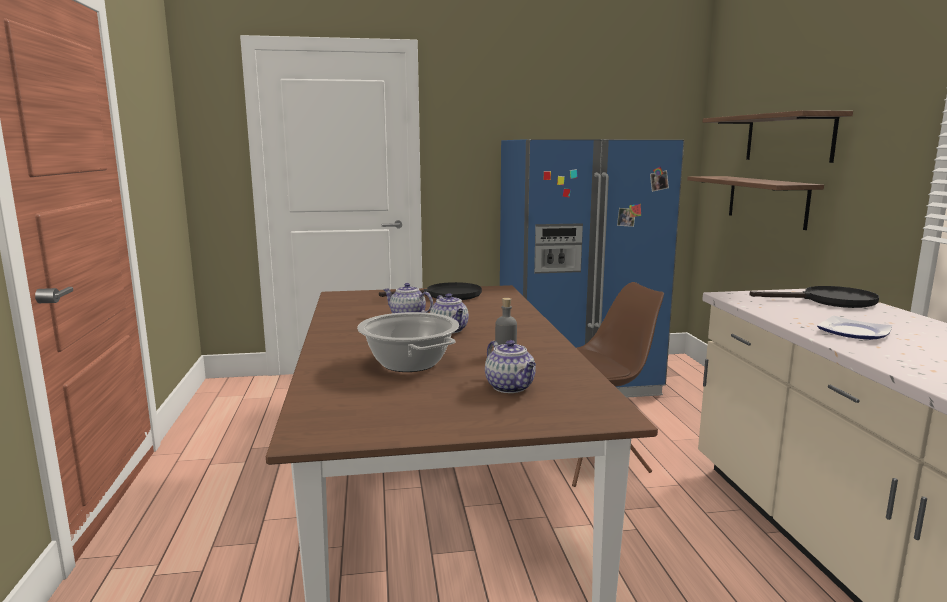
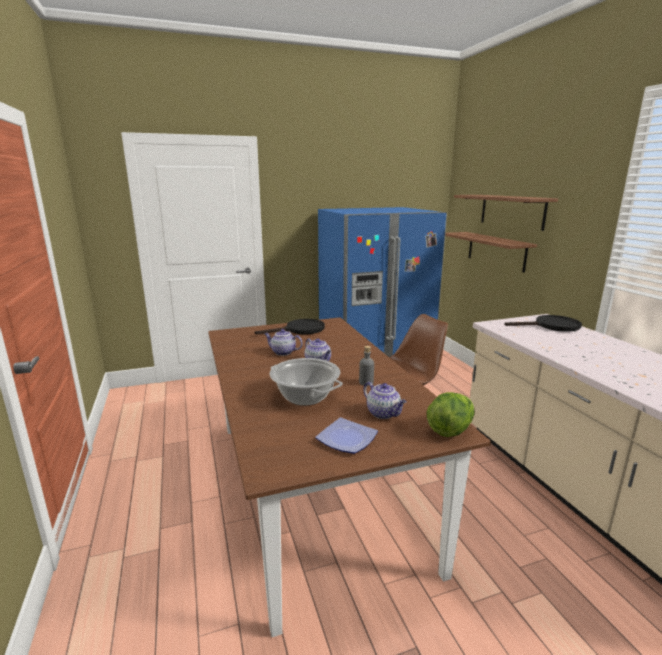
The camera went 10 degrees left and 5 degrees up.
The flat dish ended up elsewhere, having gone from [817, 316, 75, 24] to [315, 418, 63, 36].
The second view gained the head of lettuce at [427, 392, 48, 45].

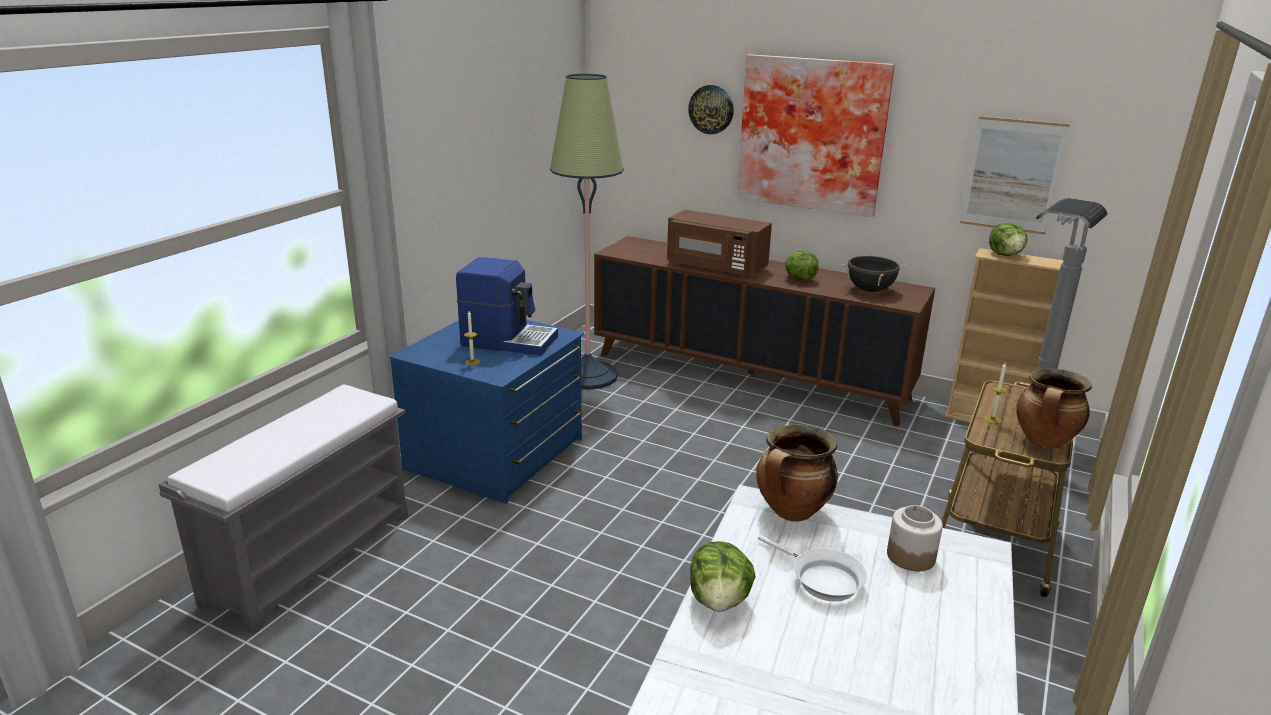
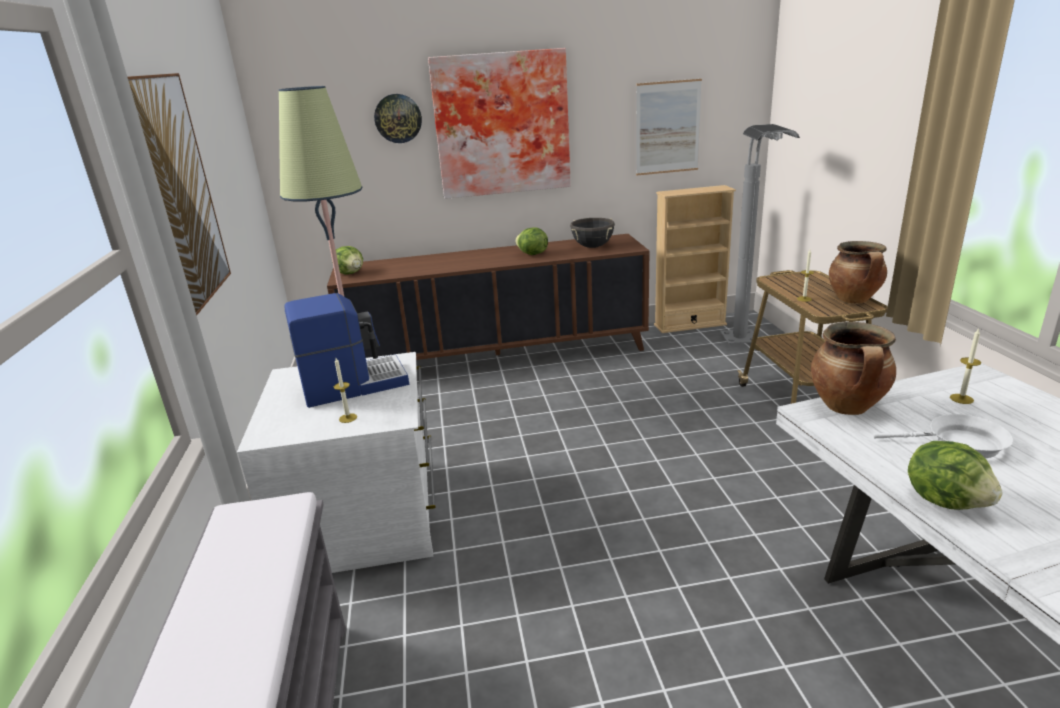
The camera went 35 degrees left and 0 degrees up.
What was the chest of drawers/blue at [389, 320, 195, 184] turned into the chest of drawers/whitish at [237, 352, 199, 221].
The second view lost the microwave oven/brown-coloured at [667, 210, 105, 67].
Where the jar stood at [887, 505, 56, 66], the candle came to stand at [950, 328, 31, 76].
The head of lettuce ended up elsewhere, having gone from [989, 223, 38, 33] to [332, 246, 31, 29].
The second view gained the wall art at [128, 73, 103, 242].

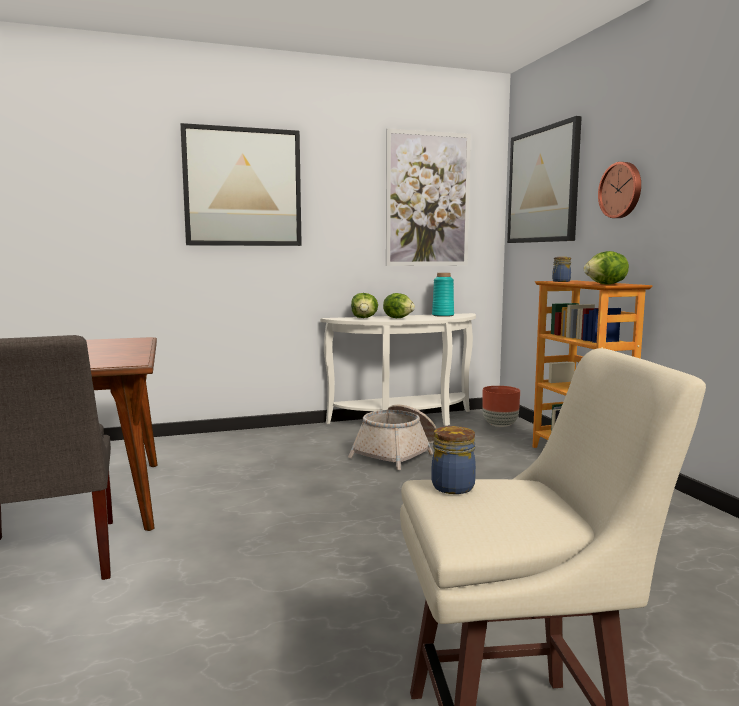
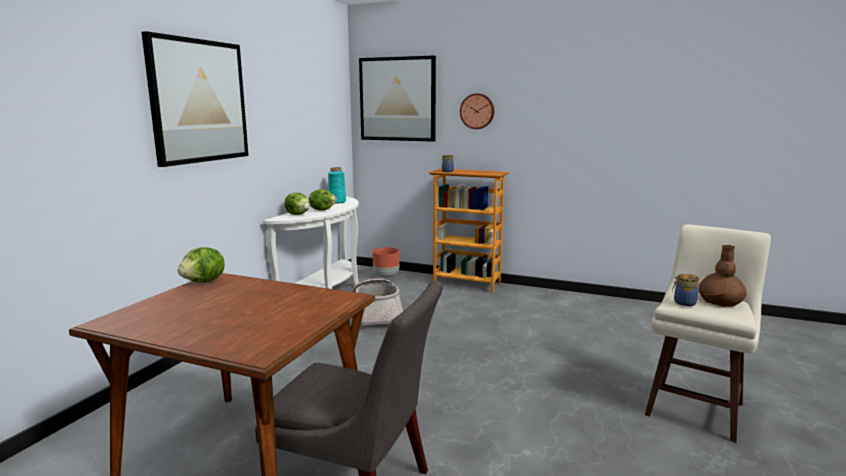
The camera went 50 degrees left and 5 degrees up.
The second view lost the wall art at [386, 128, 85, 138].
The head of lettuce ended up elsewhere, having gone from [584, 251, 45, 34] to [177, 247, 48, 36].
The second view gained the decorative vase/brown-coloured at [699, 245, 47, 62].

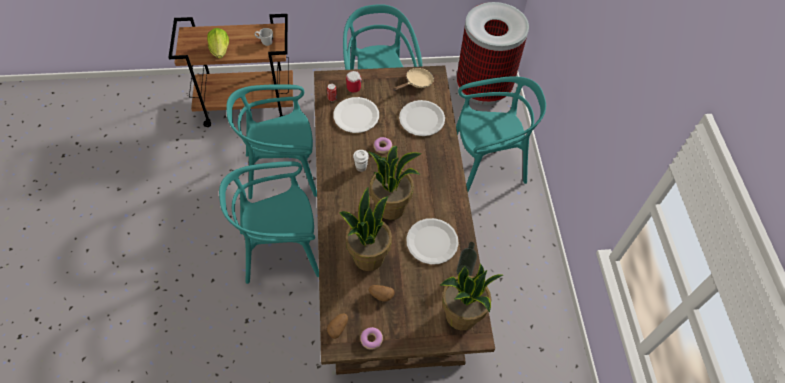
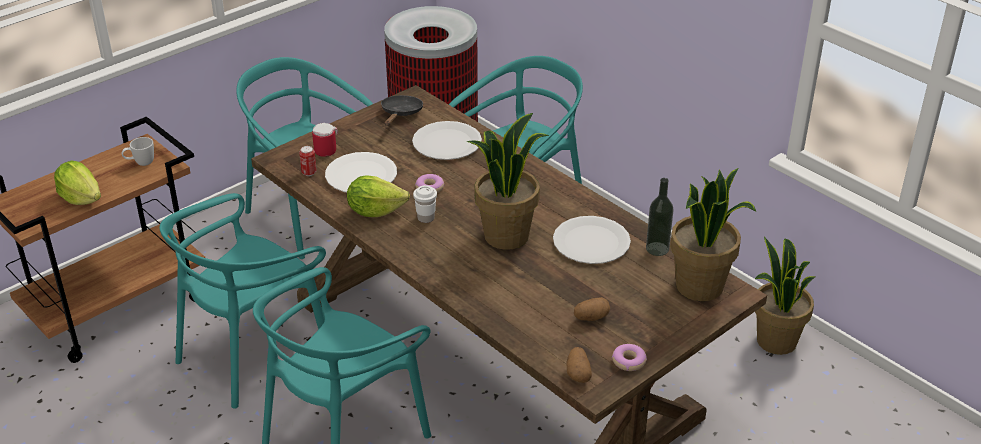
The camera went 35 degrees left and 20 degrees down.
The plant in a pot ended up elsewhere, having gone from [339, 187, 53, 84] to [755, 236, 60, 119].
What was the skillet/sand-coloured at [393, 68, 41, 23] turned into the skillet/black-coloured at [381, 95, 42, 31].
The second view gained the head of lettuce at [347, 175, 63, 42].

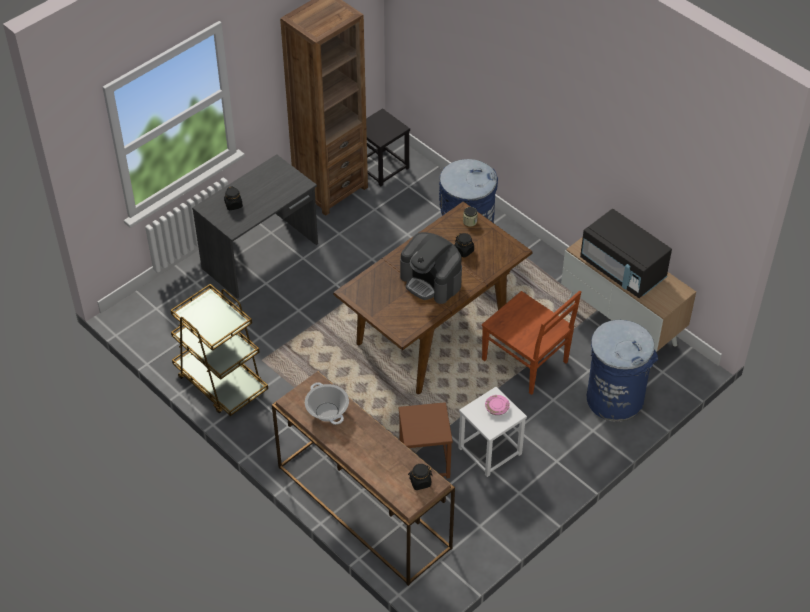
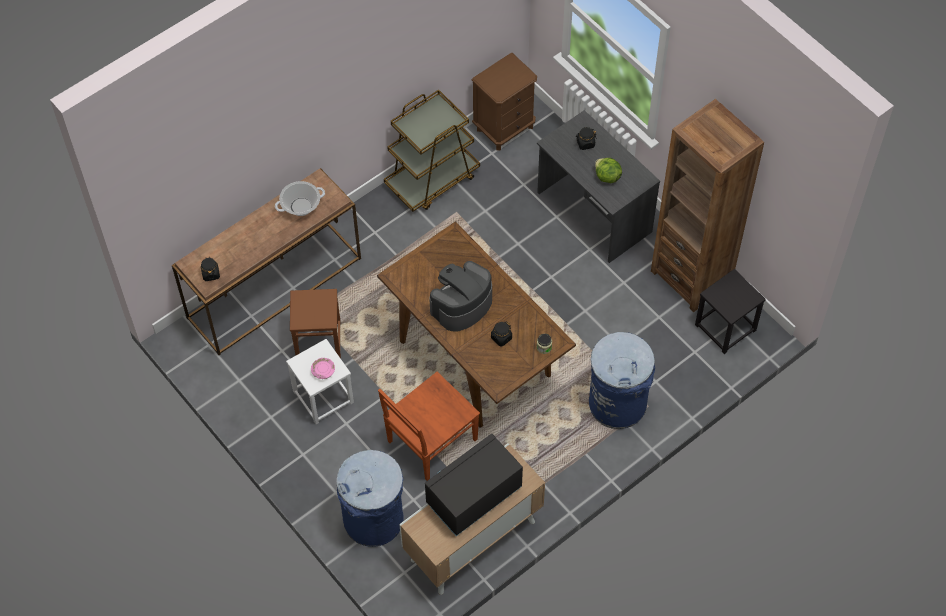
The camera went 95 degrees right and 10 degrees up.
The second view gained the night table/brown-coloured at [472, 52, 65, 99].
The second view gained the head of lettuce at [595, 158, 27, 25].

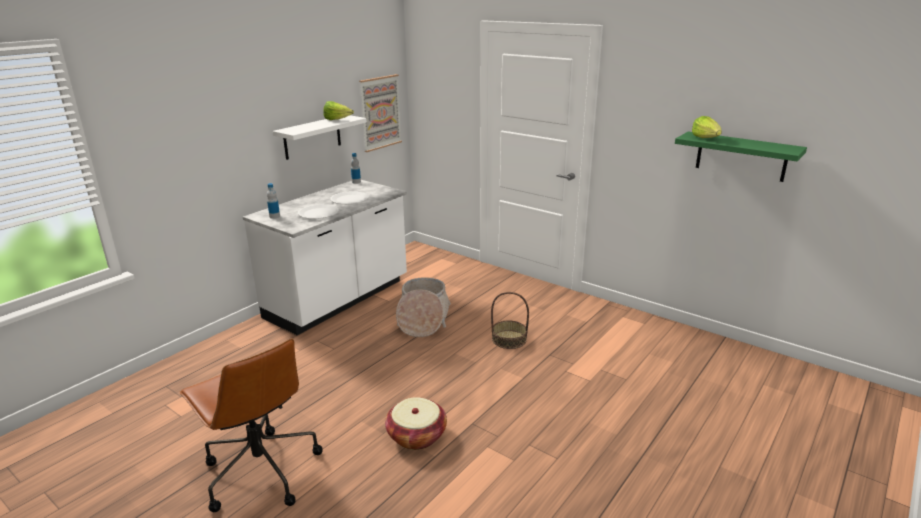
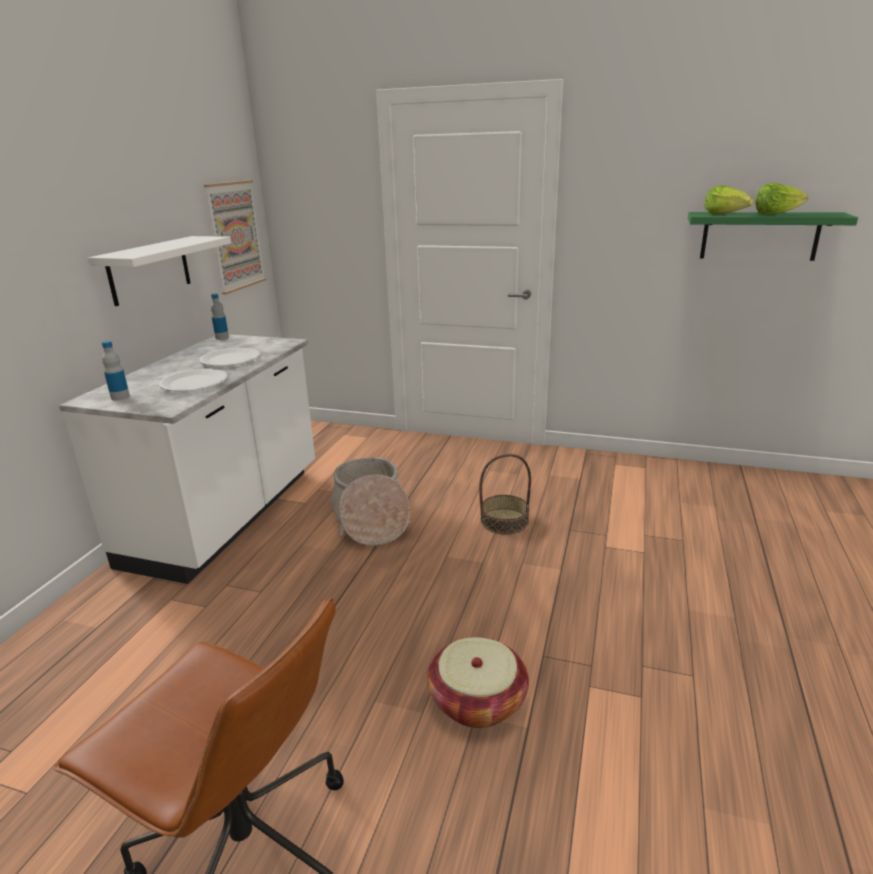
The camera went 20 degrees left and 0 degrees up.
The head of lettuce ended up elsewhere, having gone from [323, 101, 31, 19] to [755, 183, 53, 32].

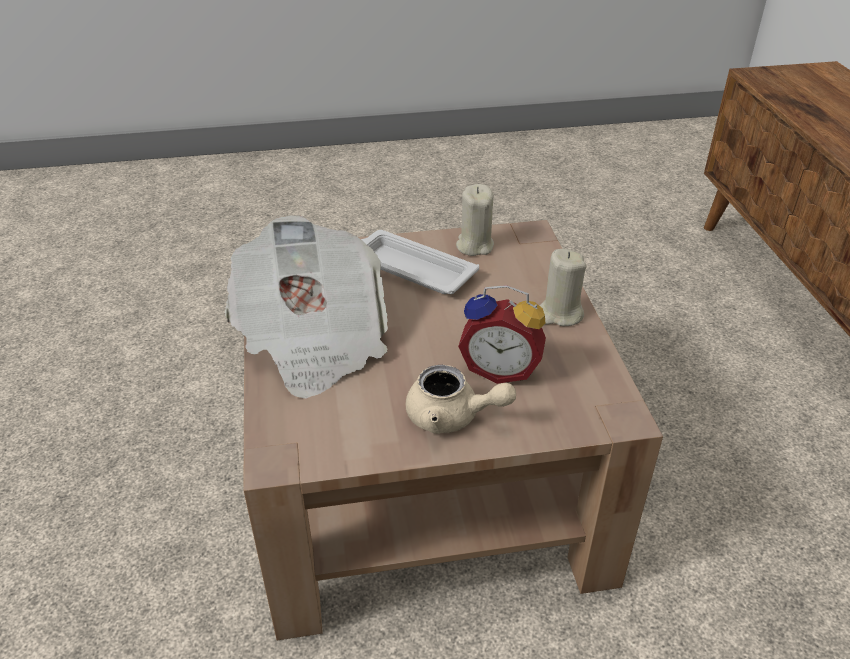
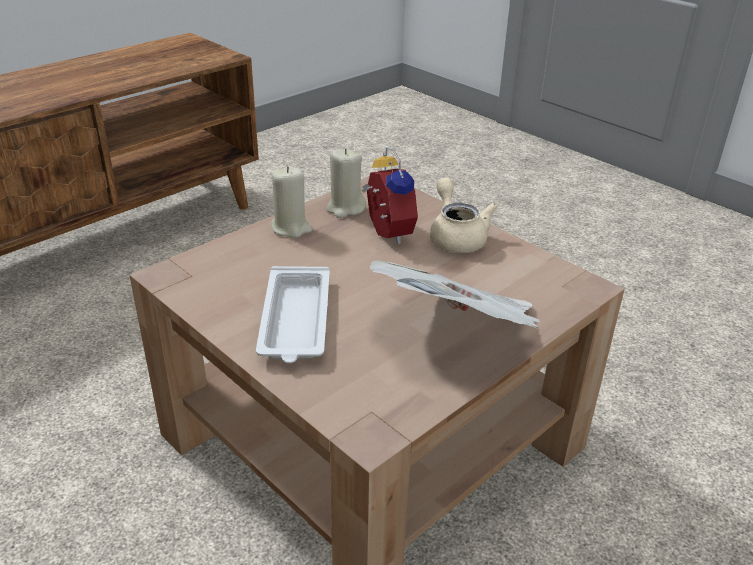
The camera went 125 degrees left and 5 degrees down.
The candle/sand-coloured ended up elsewhere, having gone from [456, 184, 38, 72] to [326, 148, 40, 70].

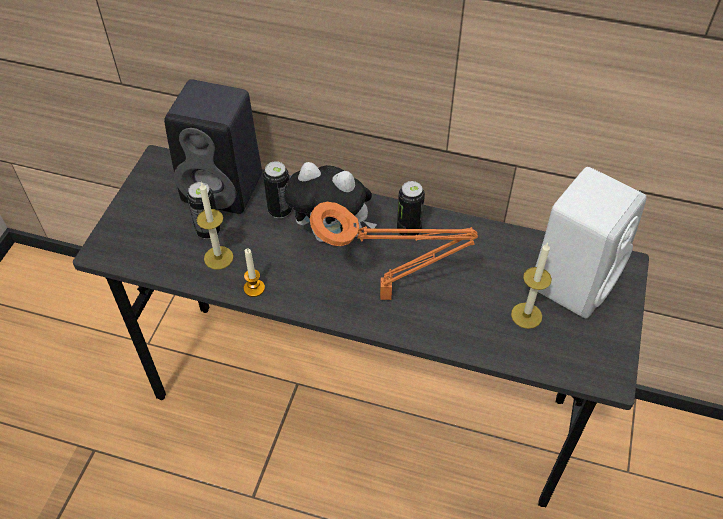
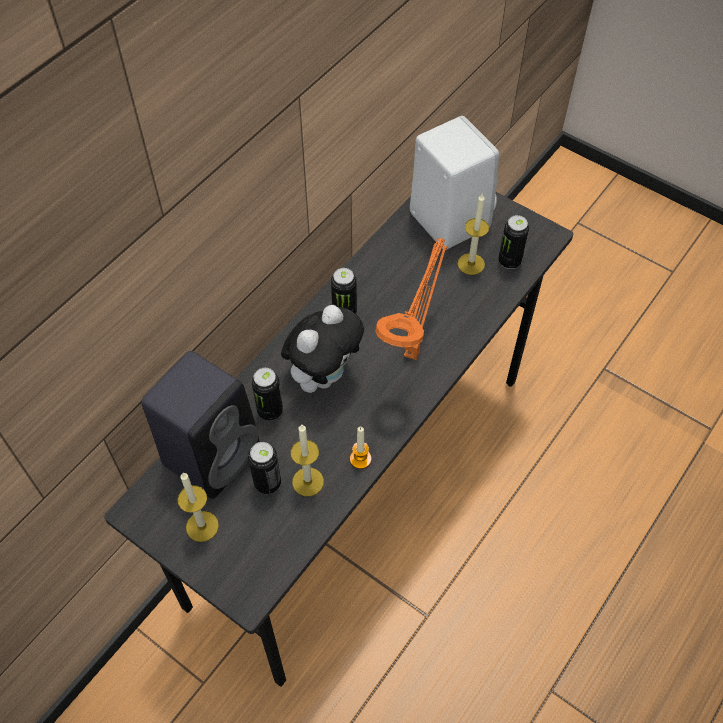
The camera went 70 degrees left and 5 degrees up.
The second view gained the candle at [178, 472, 41, 70].
The second view gained the sealed can at [498, 215, 31, 54].

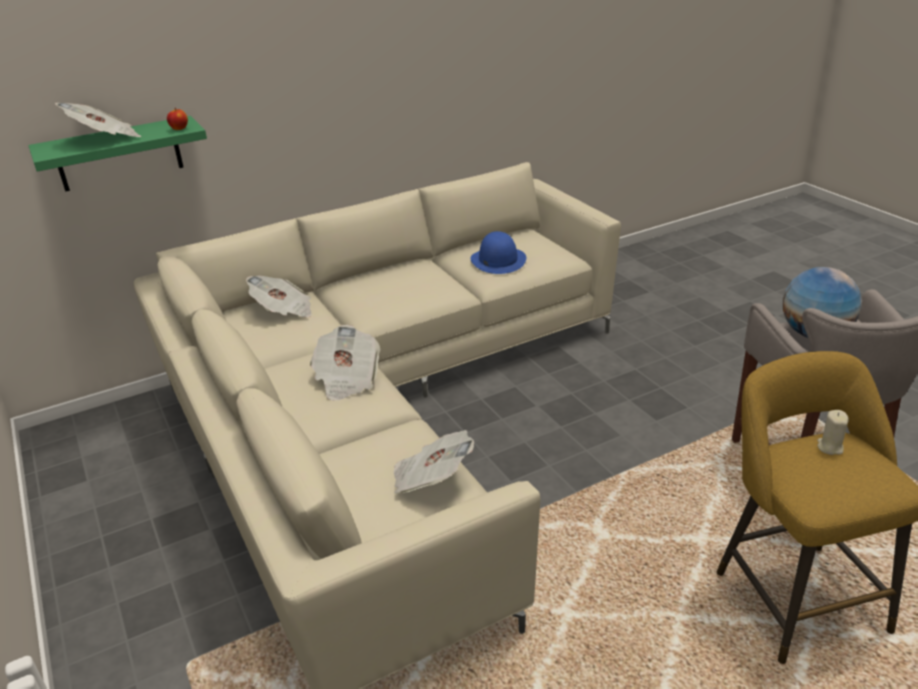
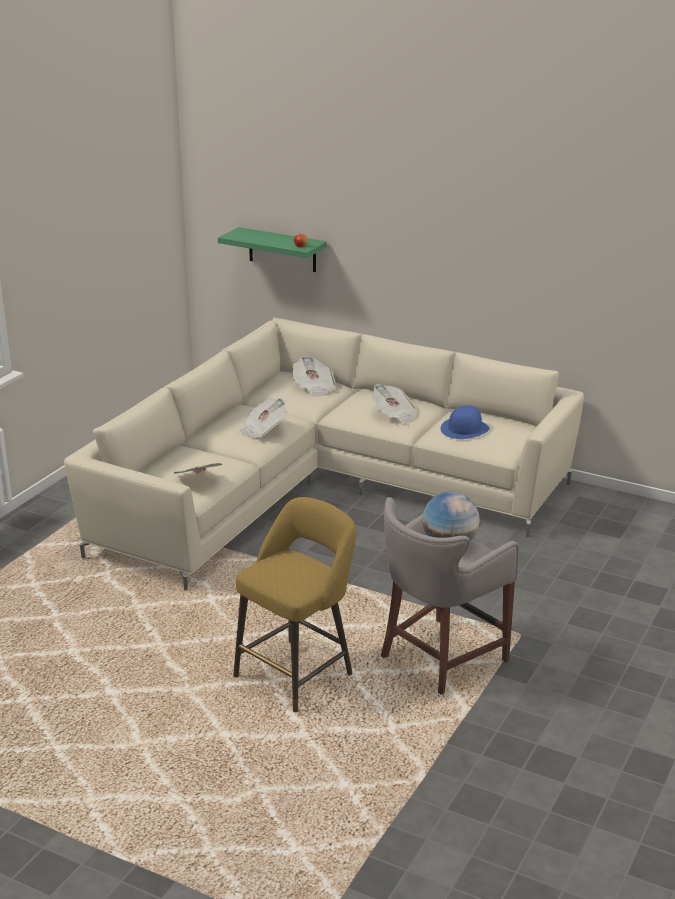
The camera went 55 degrees right and 5 degrees down.
The printed paper ended up elsewhere, having gone from [55, 103, 86, 34] to [371, 384, 47, 41].
The second view lost the candle/sand-coloured at [817, 410, 32, 45].

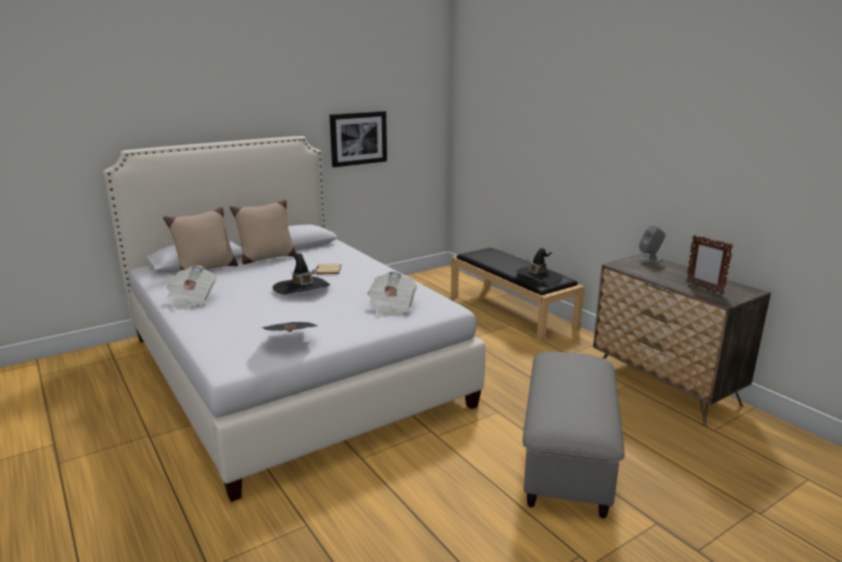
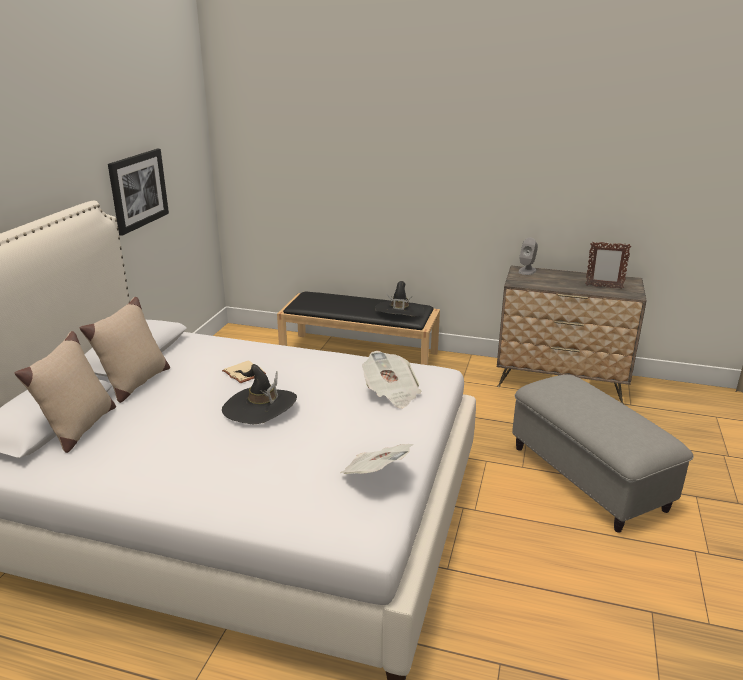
The camera went 40 degrees left and 5 degrees up.
The second view lost the printed paper at [168, 265, 48, 45].

